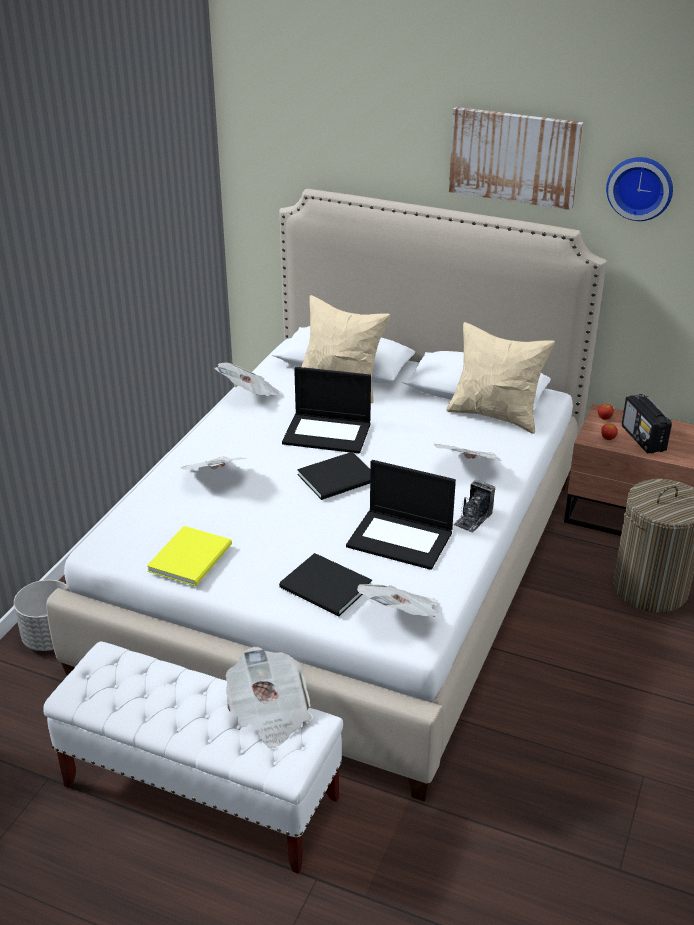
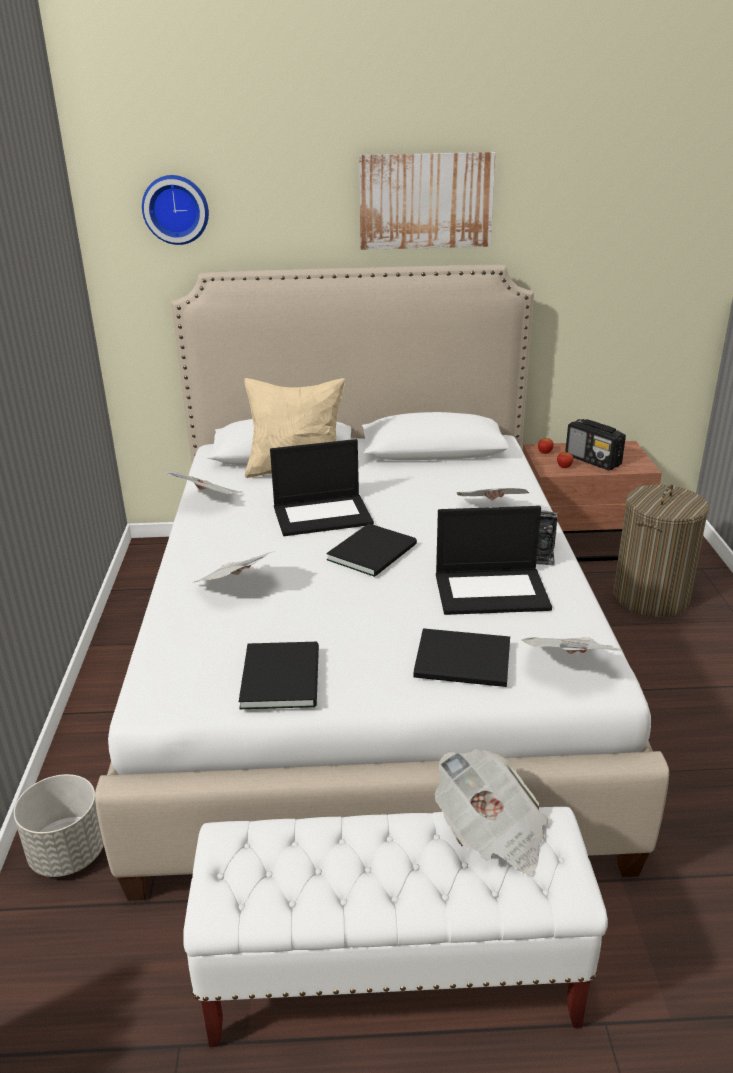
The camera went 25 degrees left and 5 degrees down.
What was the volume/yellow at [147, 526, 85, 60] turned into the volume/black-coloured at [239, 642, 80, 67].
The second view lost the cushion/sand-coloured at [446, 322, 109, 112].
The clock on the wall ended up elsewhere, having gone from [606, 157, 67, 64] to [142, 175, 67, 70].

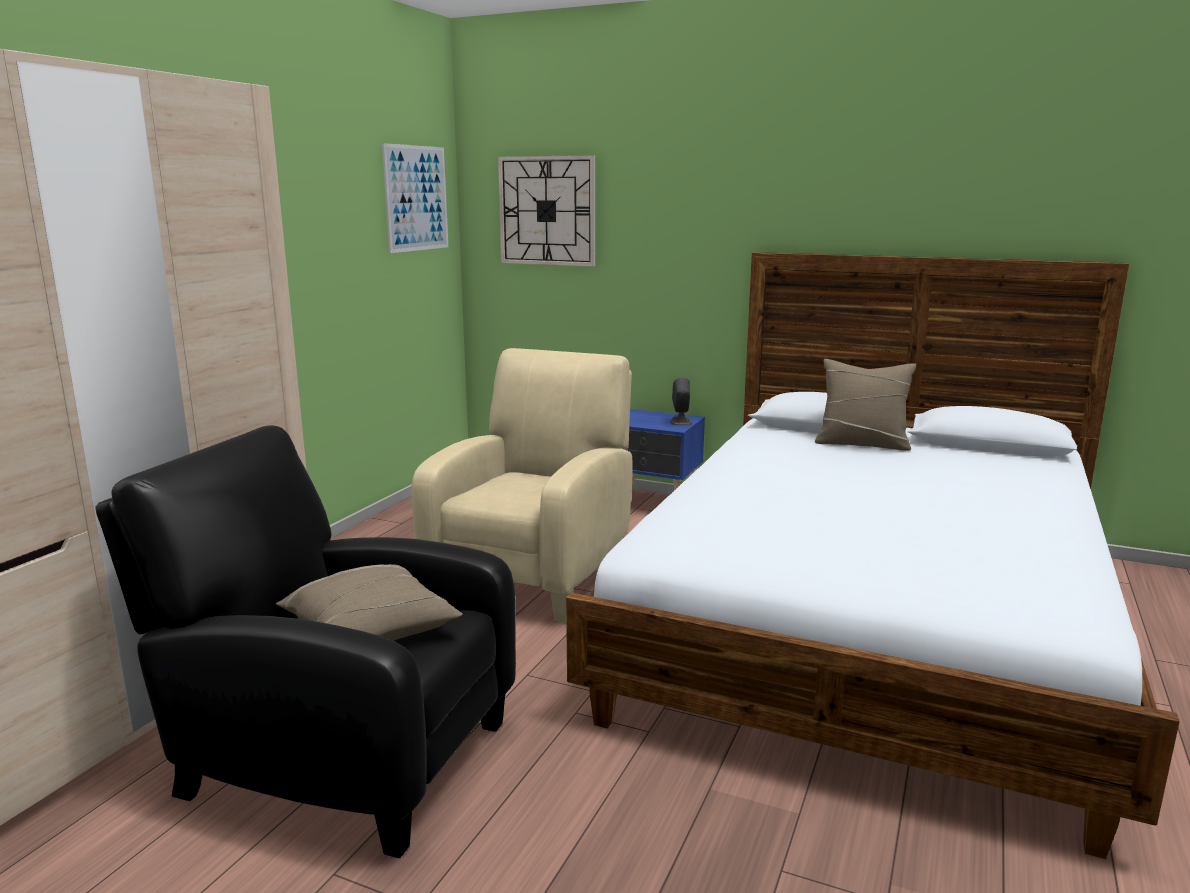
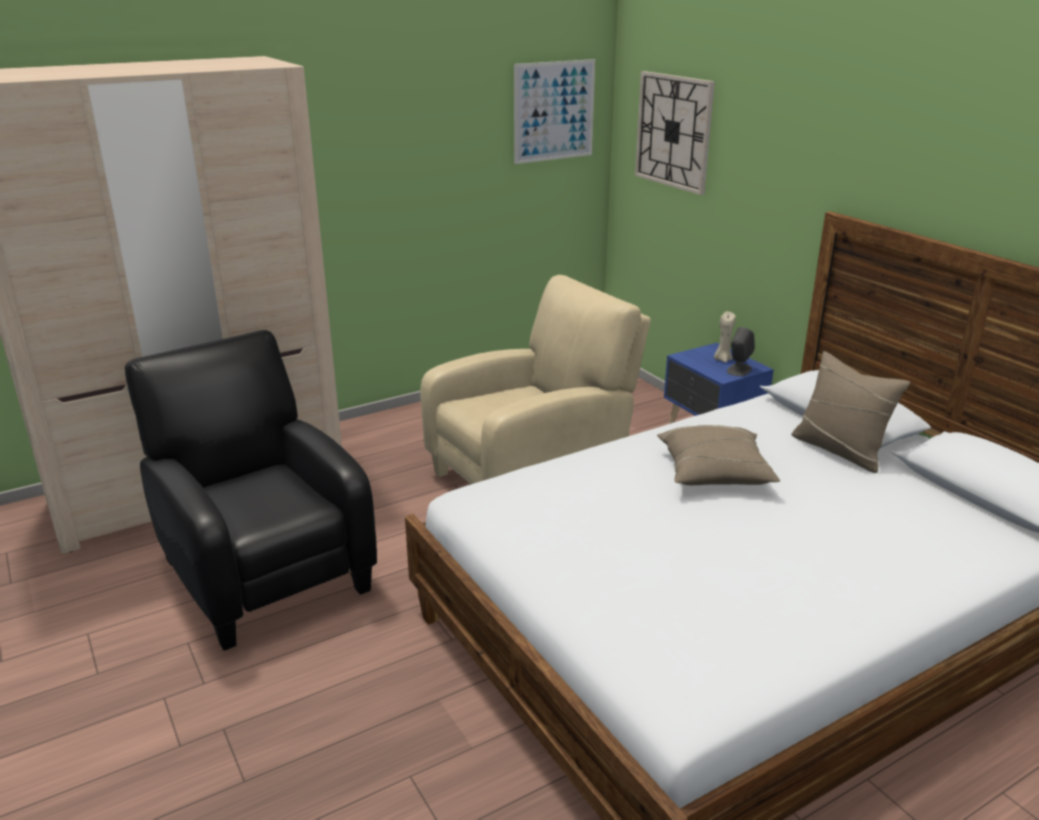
The camera went 35 degrees right and 10 degrees up.
The cushion/sand-coloured ended up elsewhere, having gone from [276, 564, 187, 77] to [657, 425, 123, 60].
The second view gained the candle/sand-coloured at [714, 311, 22, 52].

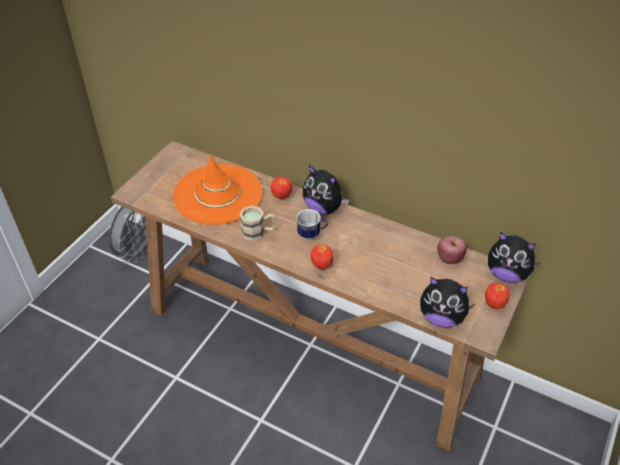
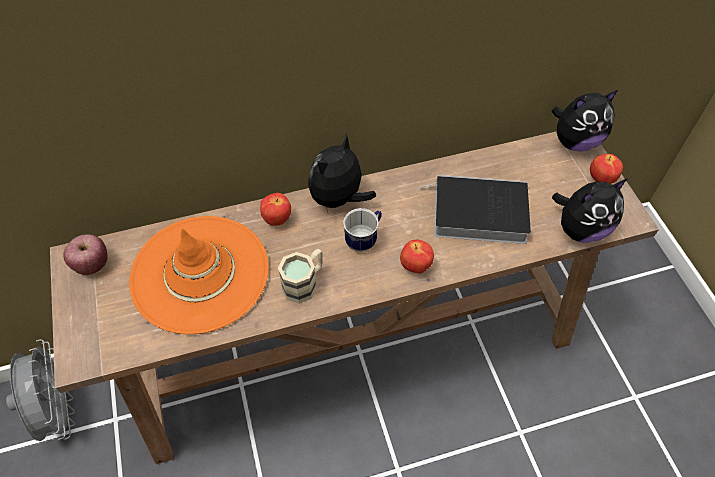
The camera went 45 degrees left and 10 degrees up.
The cuddly toy at [303, 165, 46, 50] ended up facing another way, 135 degrees clockwise from before.
The apple ended up elsewhere, having gone from [437, 236, 30, 28] to [63, 234, 45, 41].
The second view gained the volume at [418, 175, 113, 69].

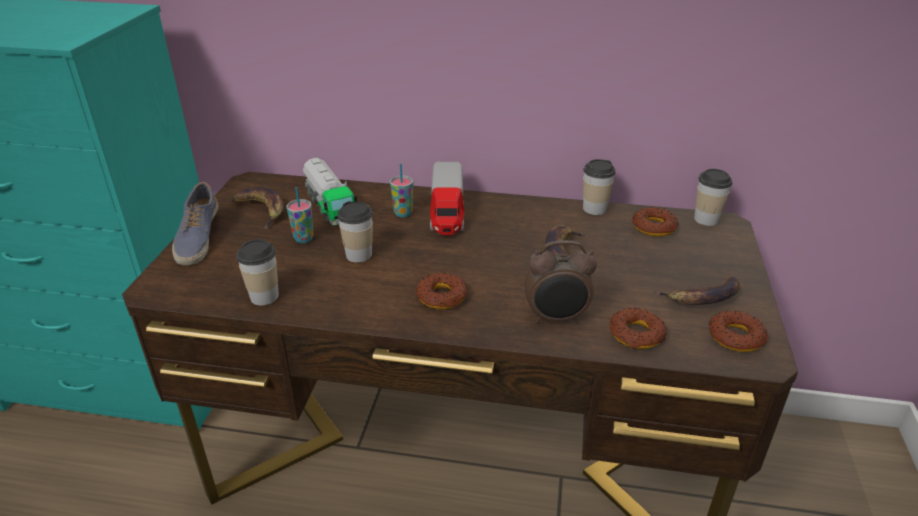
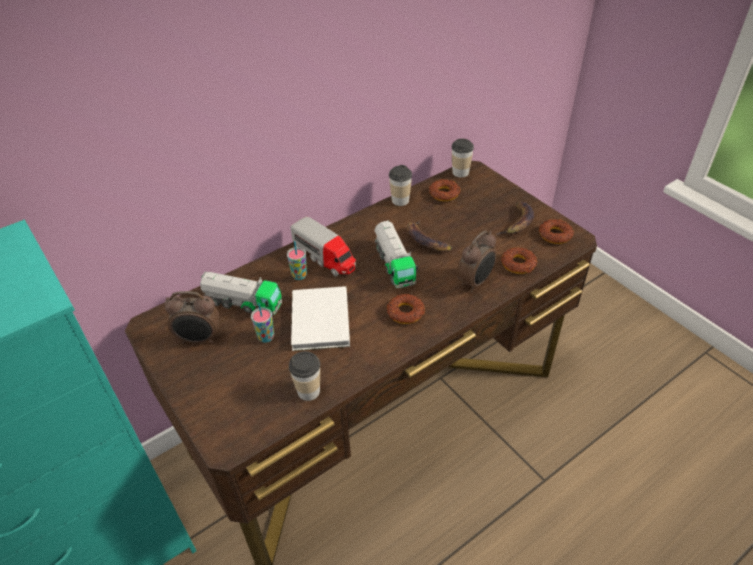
The camera went 45 degrees left and 10 degrees up.
The second view lost the shoe at [172, 182, 46, 83].
Where the banana fruit stood at [232, 187, 52, 43], the table clock came to stand at [165, 291, 54, 53].
Where the cup stood at [337, 201, 36, 62], the volume/whitish came to stand at [291, 286, 59, 65].
The second view gained the model truck at [374, 220, 44, 68].

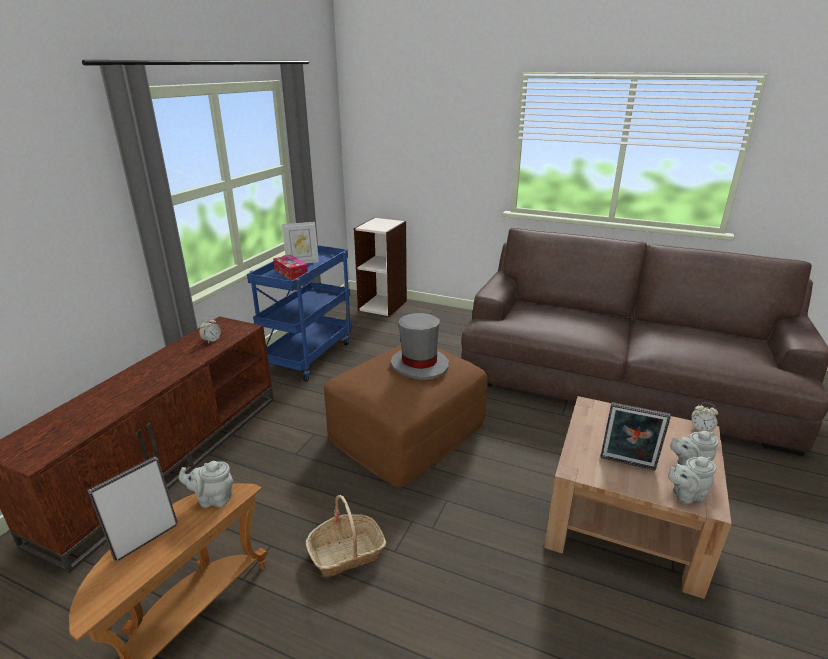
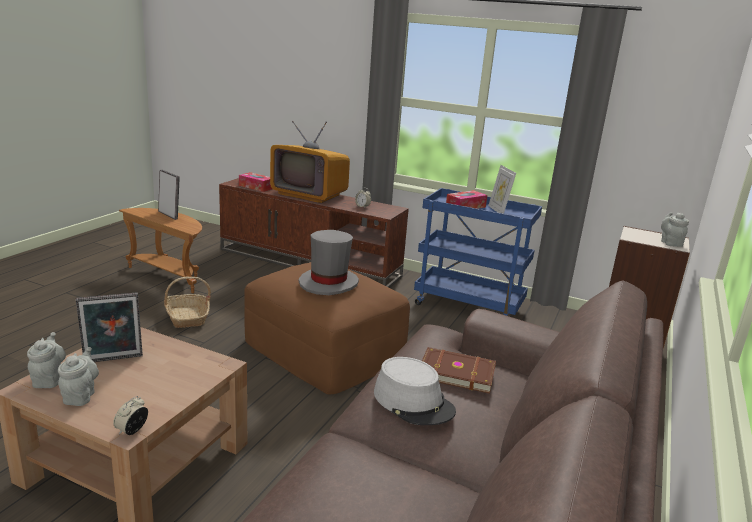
The camera went 90 degrees right and 5 degrees down.
The teapot/grey ended up elsewhere, having gone from [178, 461, 56, 47] to [661, 212, 28, 35].
The picture frame at [600, 402, 71, 69] ended up facing another way, 135 degrees counterclockwise from before.
The second view gained the box of tissues at [239, 172, 33, 20].
The second view gained the TV set at [270, 121, 80, 82].
The second view gained the wearable hat/grey at [374, 357, 82, 68].
The second view gained the volume/brown-coloured at [422, 347, 74, 47].

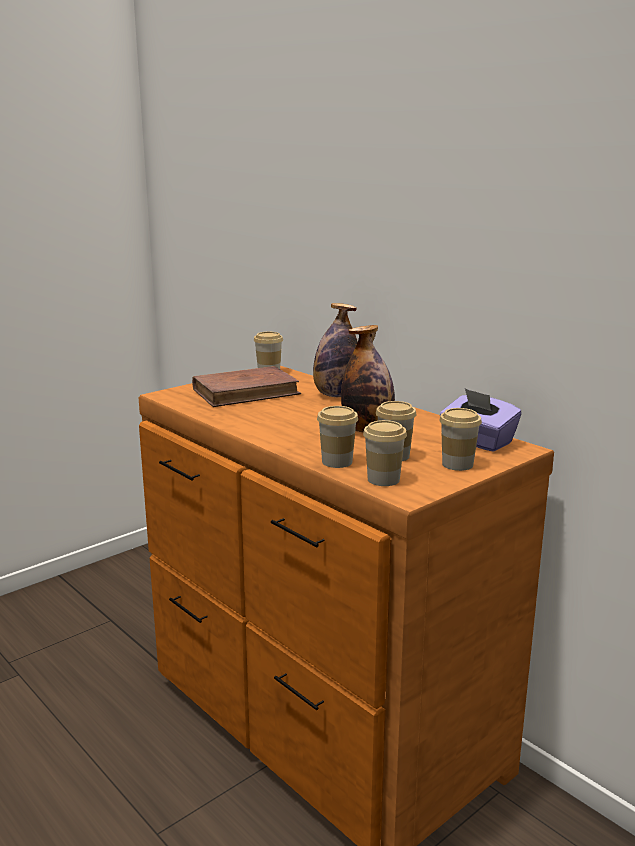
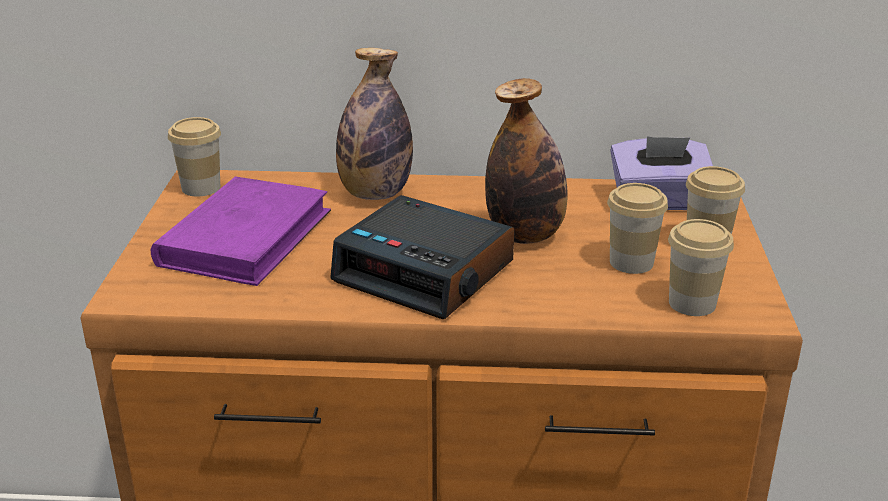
The camera went 45 degrees left and 10 degrees up.
What was the volume/brown-coloured at [192, 366, 109, 41] turned into the volume/purple-coloured at [151, 176, 180, 110].
The second view lost the cup at [317, 406, 41, 62].
The second view gained the table clock at [330, 195, 185, 124].

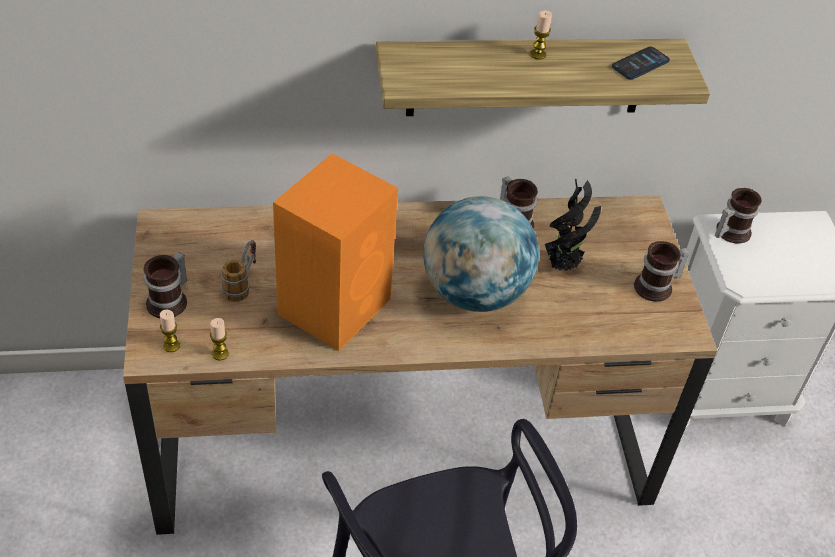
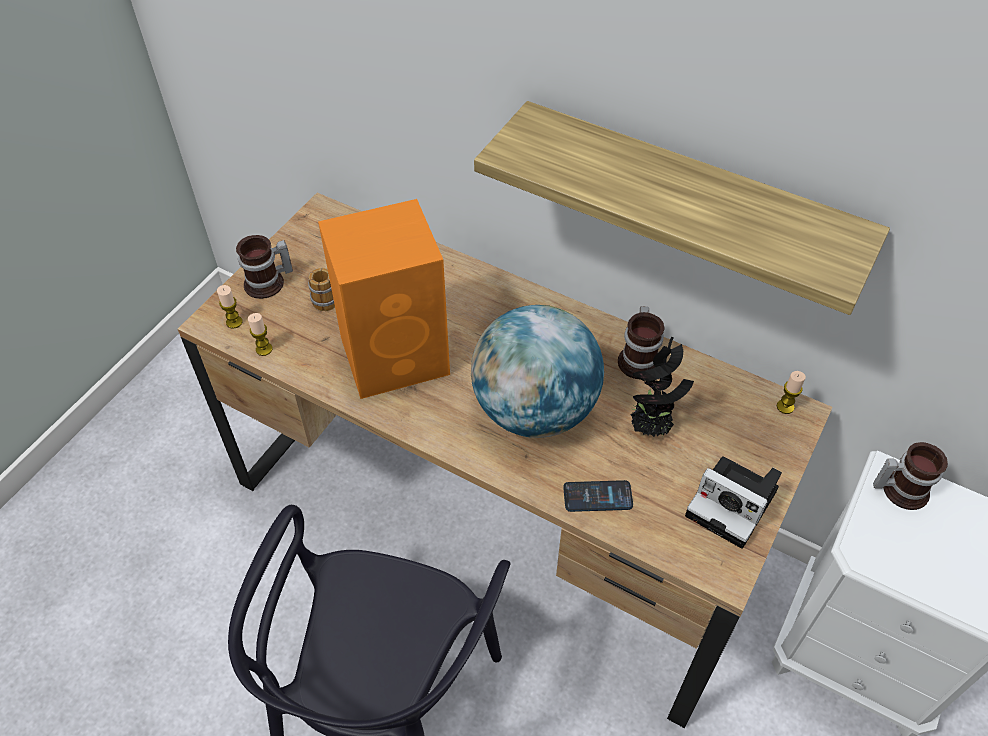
The camera went 40 degrees right and 5 degrees up.
The candle ended up elsewhere, having gone from [530, 11, 22, 49] to [777, 371, 29, 43].
The phone ended up elsewhere, having gone from [612, 46, 58, 34] to [563, 480, 70, 32].
Where the coffee mug stood at [634, 241, 56, 61], the photo camera came to stand at [685, 456, 97, 93].

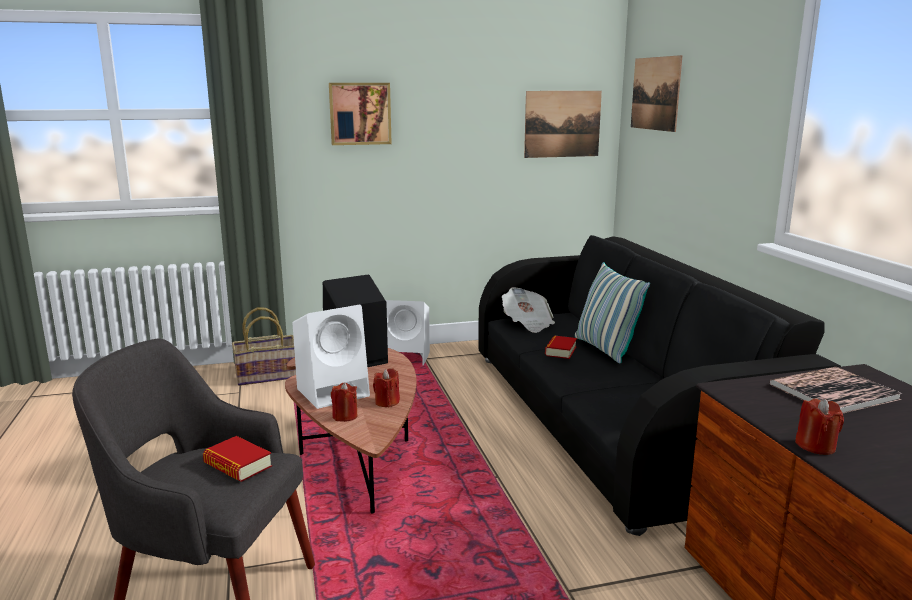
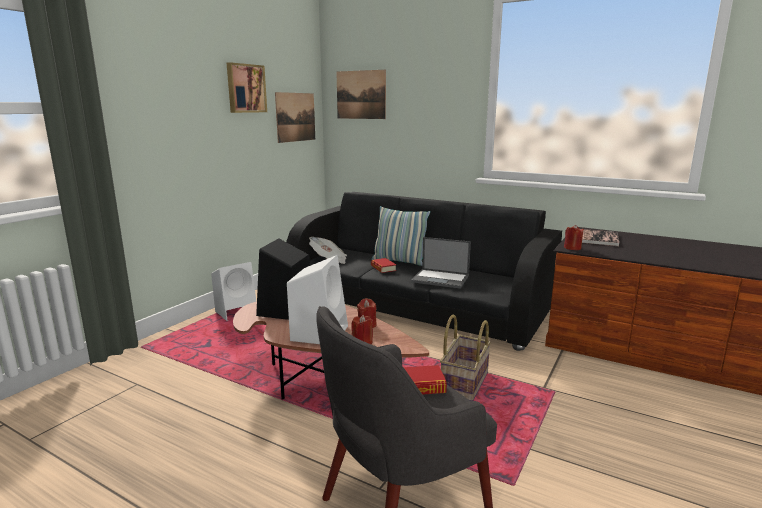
The camera went 45 degrees left and 0 degrees up.
The household basket ended up elsewhere, having gone from [232, 307, 64, 79] to [440, 314, 51, 87].
The wall art ended up elsewhere, having gone from [329, 83, 63, 62] to [227, 62, 40, 51].
The candle/reddish ended up elsewhere, having gone from [795, 398, 49, 57] to [564, 225, 20, 25].
The second view gained the portable computer at [411, 237, 60, 52].

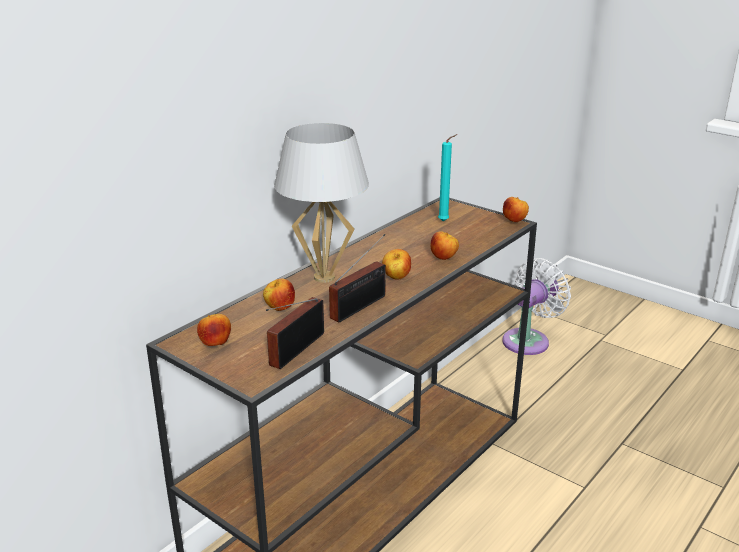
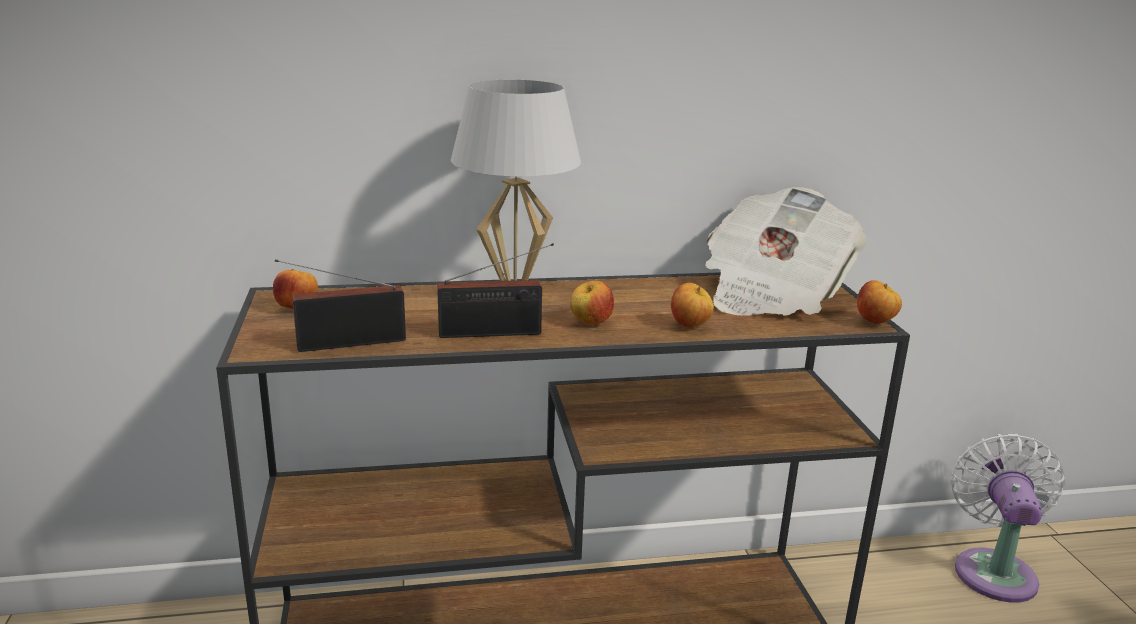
The camera went 40 degrees right and 5 degrees down.
The second view lost the apple at [263, 279, 32, 32].
Where the candle/turquoise-coloured stood at [438, 134, 20, 88], the printed paper came to stand at [705, 187, 161, 129].
The fan/whitish at [502, 258, 69, 97] ended up facing another way, 75 degrees counterclockwise from before.

